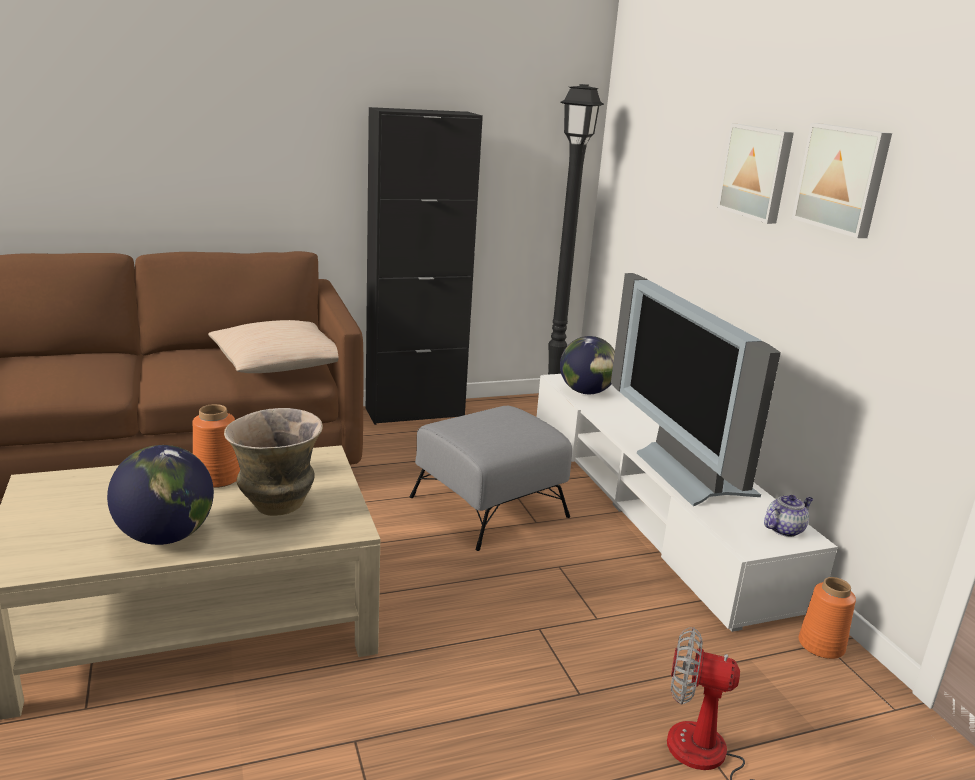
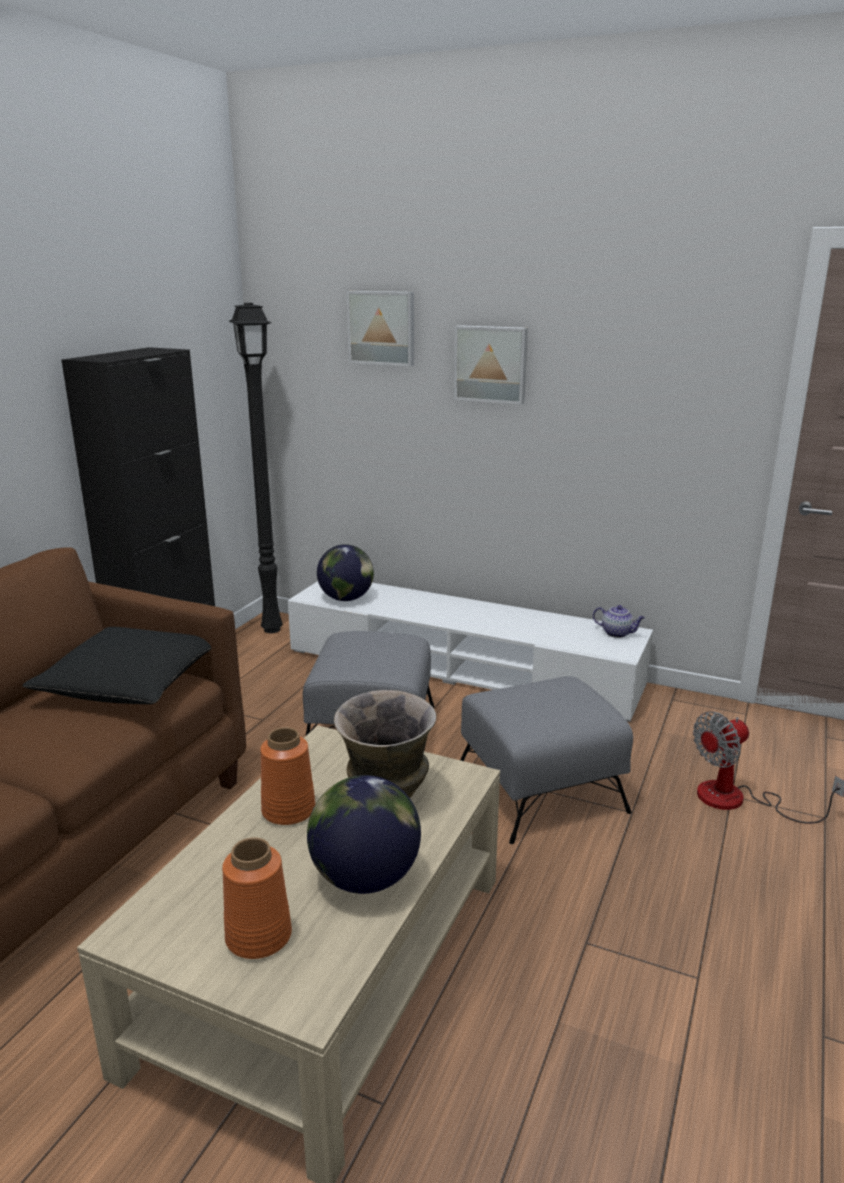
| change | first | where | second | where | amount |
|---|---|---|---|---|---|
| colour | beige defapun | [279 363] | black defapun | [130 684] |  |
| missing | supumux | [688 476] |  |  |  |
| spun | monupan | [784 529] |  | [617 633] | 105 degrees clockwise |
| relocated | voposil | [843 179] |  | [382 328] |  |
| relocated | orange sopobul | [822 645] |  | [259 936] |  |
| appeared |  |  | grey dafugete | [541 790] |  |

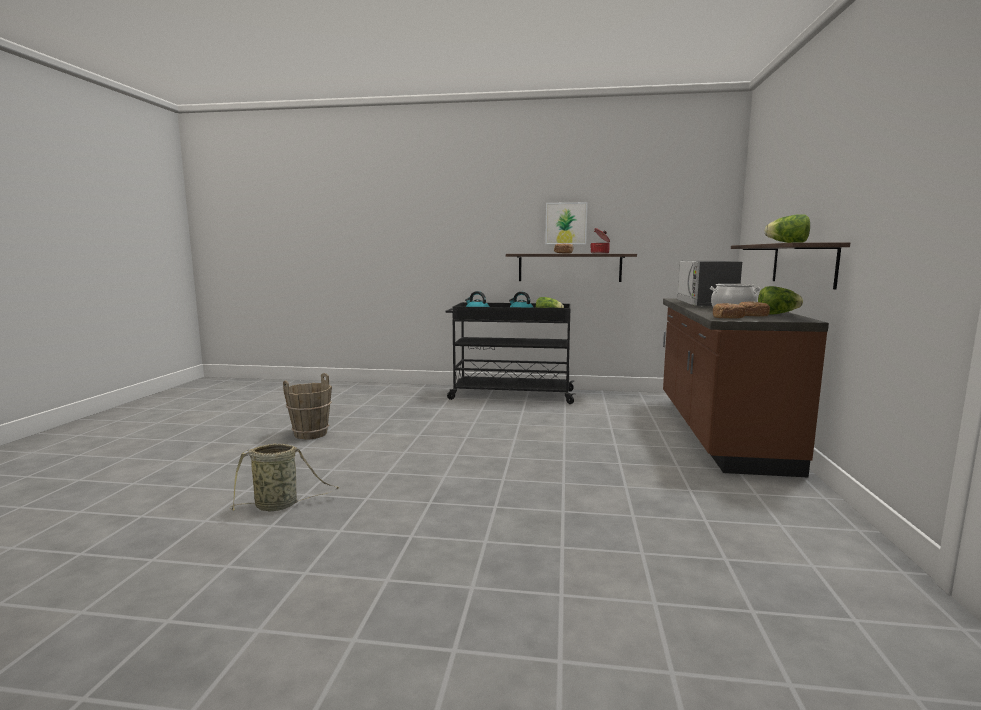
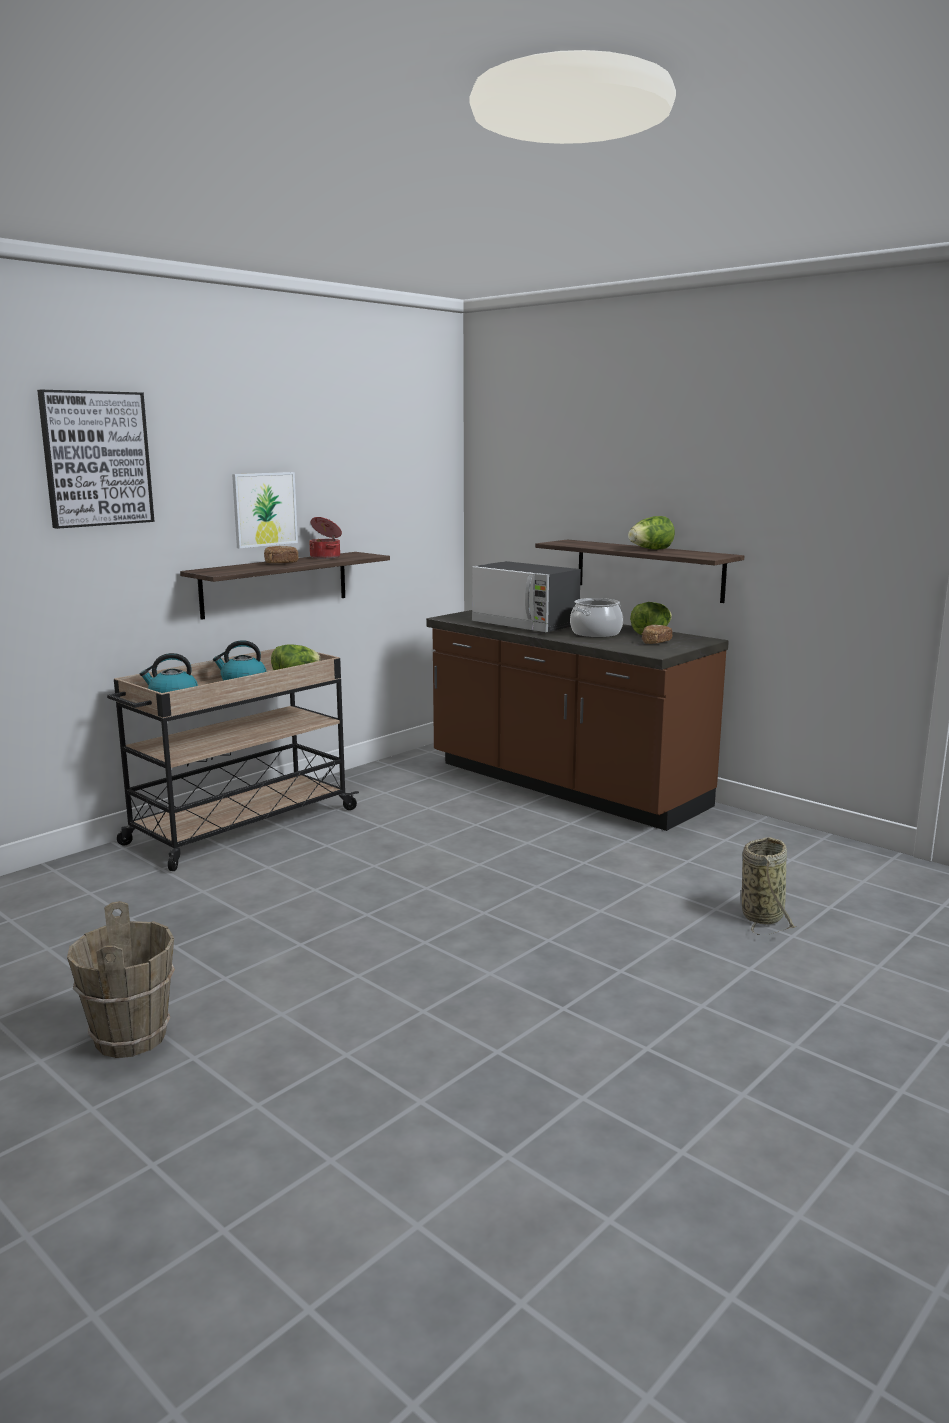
| change | first | where | second | where | amount |
|---|---|---|---|---|---|
| relocated | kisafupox | [279 505] |  | [762 915] |  |
| colour | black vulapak | [510 395] | beige vulapak | [239 827] |  |
| missing | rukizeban | [728 318] |  |  |  |
| appeared |  |  | voposil | [96 459] |  |

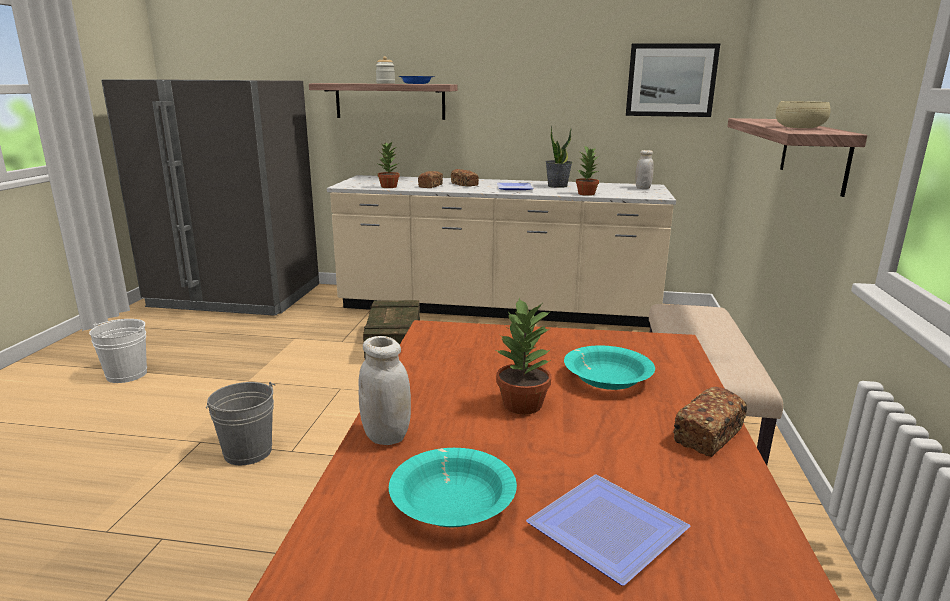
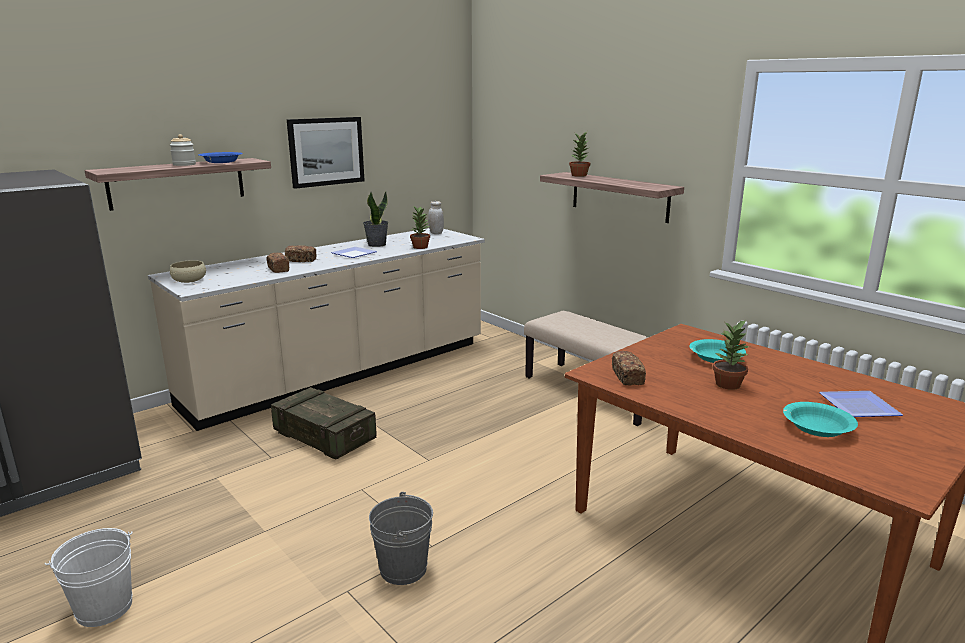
| change | first | where | second | where | amount |
|---|---|---|---|---|---|
| missing | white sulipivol | [386 436] |  |  |  |
| relocated | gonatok | [388 187] |  | [579 175] |  |
| relocated | voposil | [671 80] |  | [326 151] |  |
| relocated | rukizeban | [708 436] |  | [627 377] |  |
| relocated | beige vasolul | [799 127] |  | [189 280] |  |

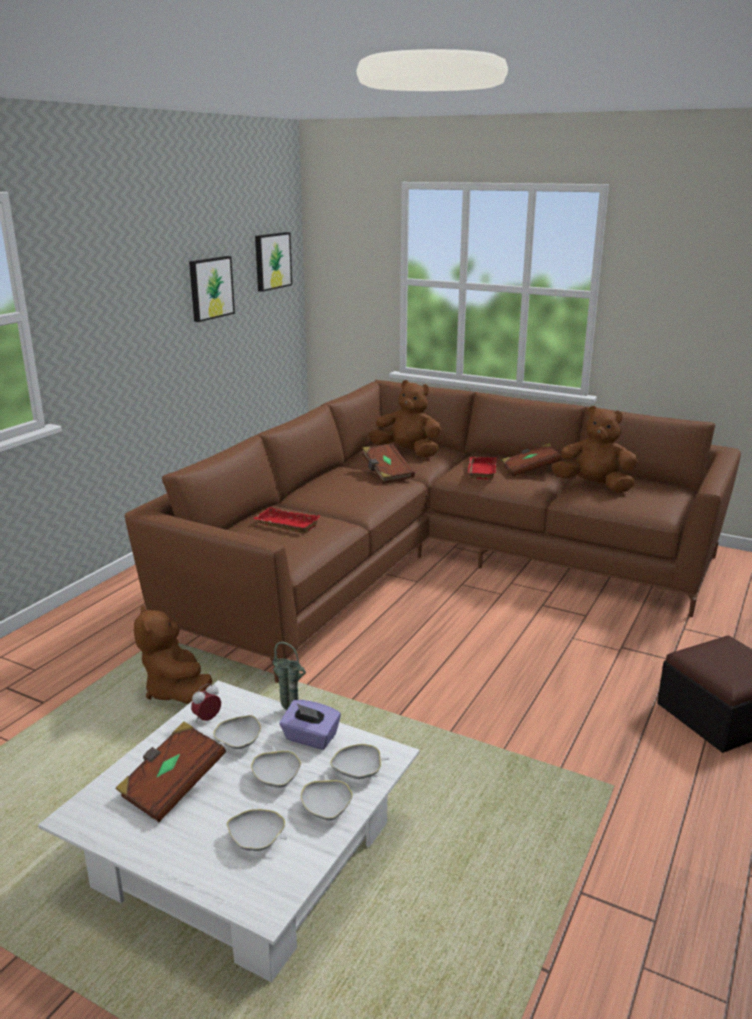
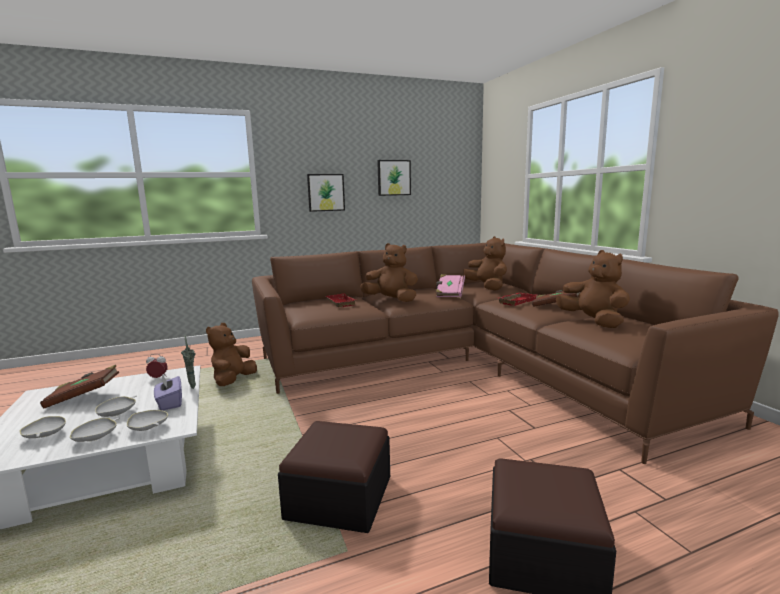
| change | first | where | second | where | amount |
|---|---|---|---|---|---|
| missing | white vasolul | [238 742] |  |  |  |
| relocated | voposil | [272 261] |  | [325 192] |  |
| colour | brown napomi | [386 474] | pink napomi | [449 293] |  |
| appeared |  |  | dafugete | [339 497] |  |
| appeared |  |  | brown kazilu | [391 300] |  |

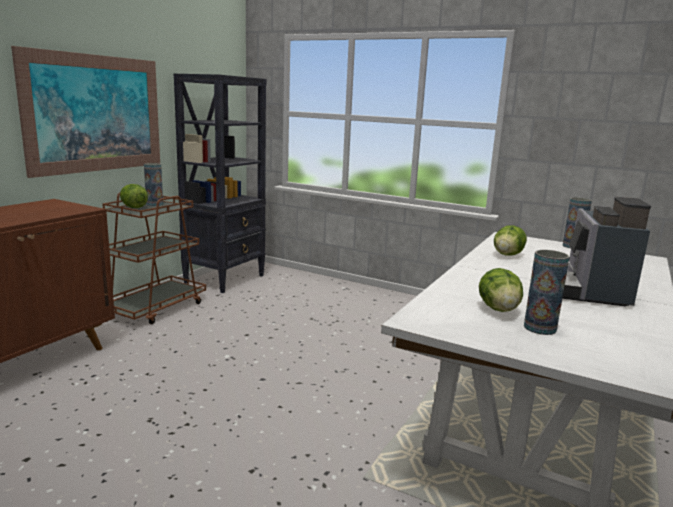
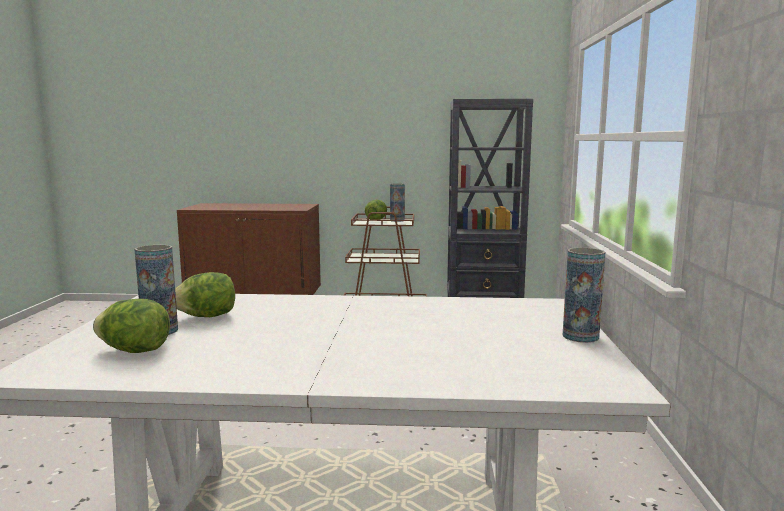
| change | first | where | second | where | amount |
|---|---|---|---|---|---|
| missing | voposil | [96 113] |  |  |  |
| relocated | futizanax | [507 255] |  | [135 351] |  |
| missing | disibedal | [591 292] |  |  |  |

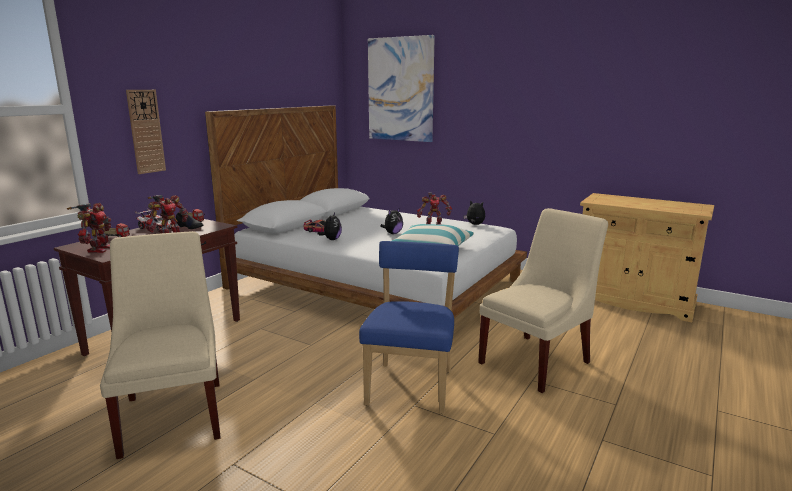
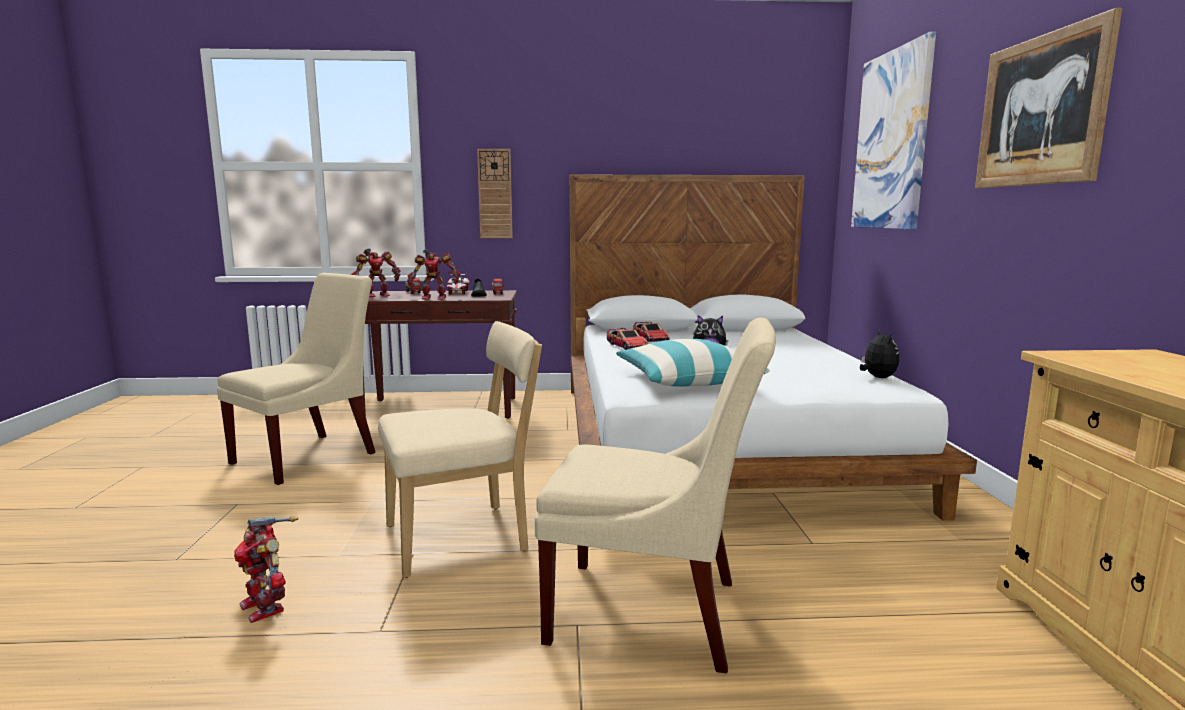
| change | first | where | second | where | amount |
|---|---|---|---|---|---|
| exchanged | kazilu | [331 239] | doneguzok | [627 346] |  |
| colour | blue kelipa | [411 384] | beige kelipa | [463 537] |  |
| relocated | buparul | [433 225] |  | [266 606] |  |
| appeared |  |  | voposil | [1040 111] |  |

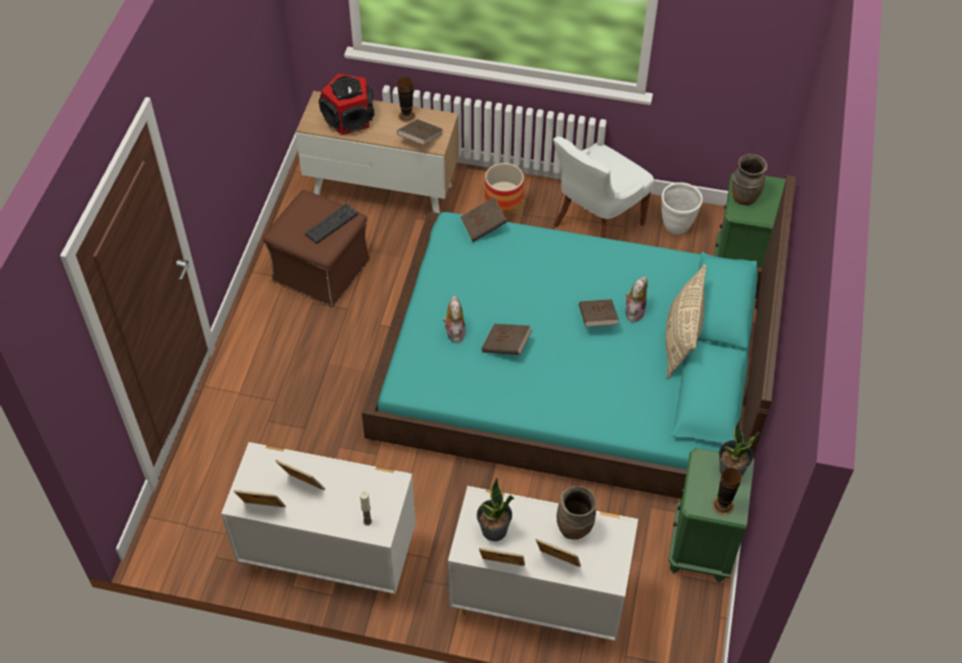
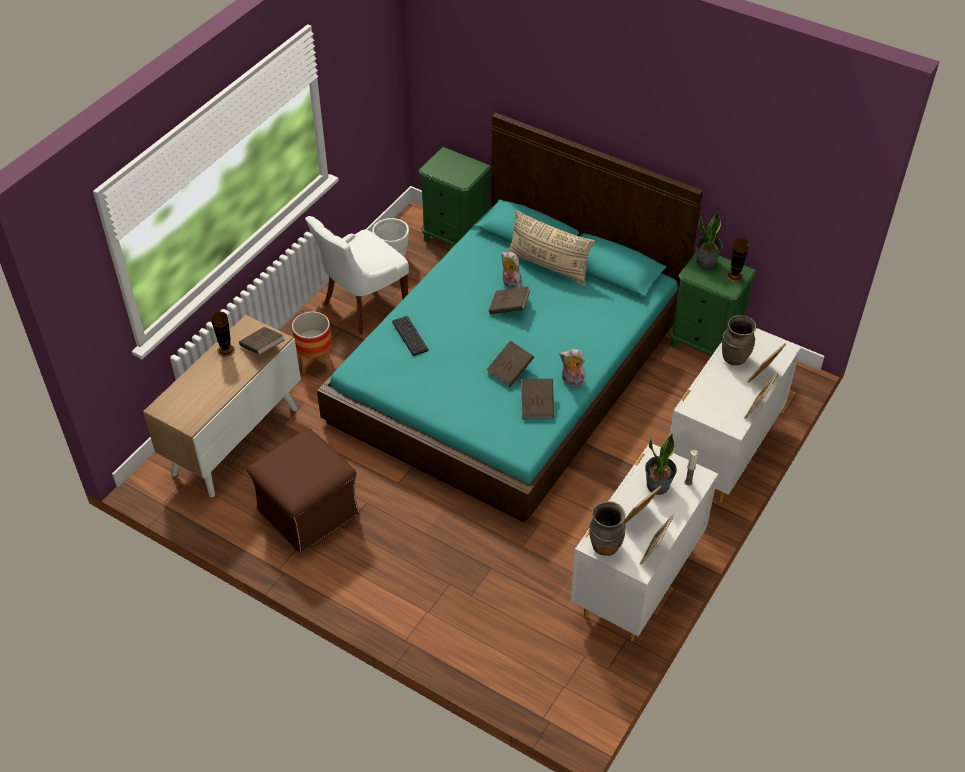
| change | first | where | second | where | amount |
|---|---|---|---|---|---|
| relocated | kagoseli | [331 224] |  | [410 336] |  |
| missing | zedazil | [349 118] |  |  |  |
| relocated | kazilu | [454 332] |  | [572 382] |  |
| relocated | brown napomi | [483 227] |  | [537 405] |  |
| relocated | gonatok | [494 530] |  | [658 486] |  |
| spun | white kelipa | [596 225] |  | [363 306] | 75 degrees clockwise |
| relocated | brown sopobul | [744 197] |  | [604 546] |  |

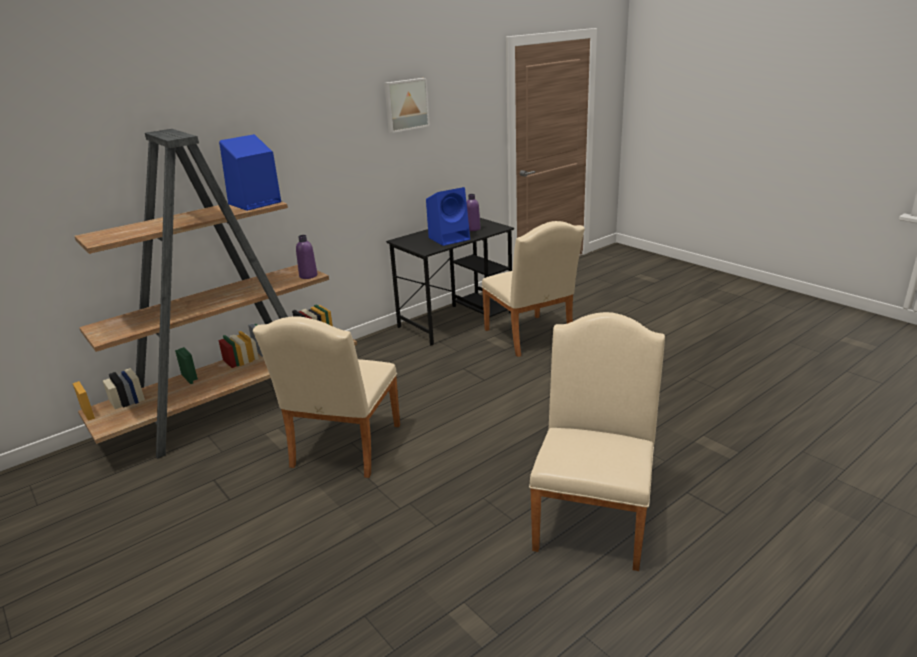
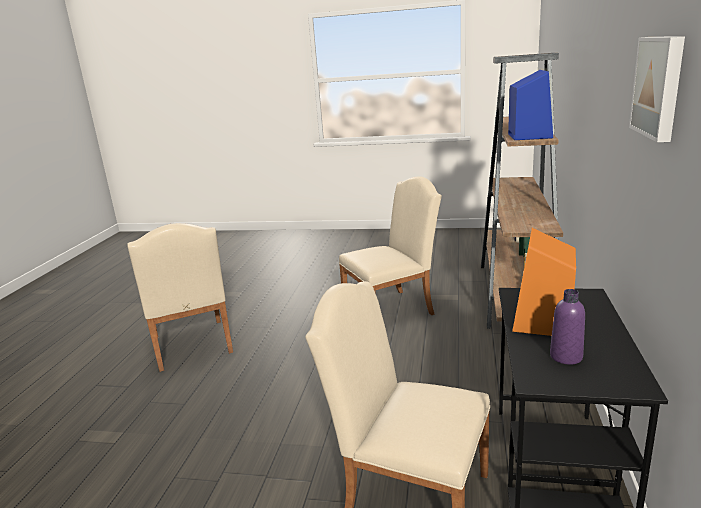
| change | first | where | second | where | amount |
|---|---|---|---|---|---|
| spun | beige kelipa | [343 450] |  | [393 309] | 90 degrees clockwise |
| missing | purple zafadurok | [308 276] |  |  |  |
| colour | blue zedazil | [450 238] | orange zedazil | [542 322] |  |

